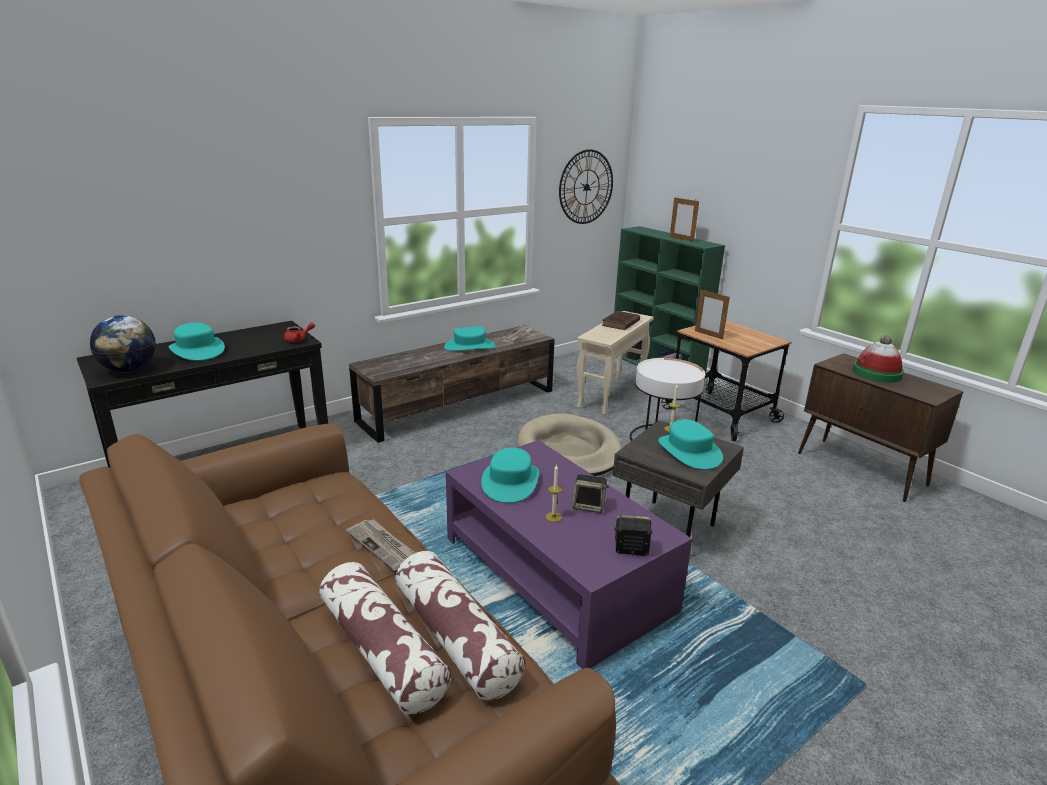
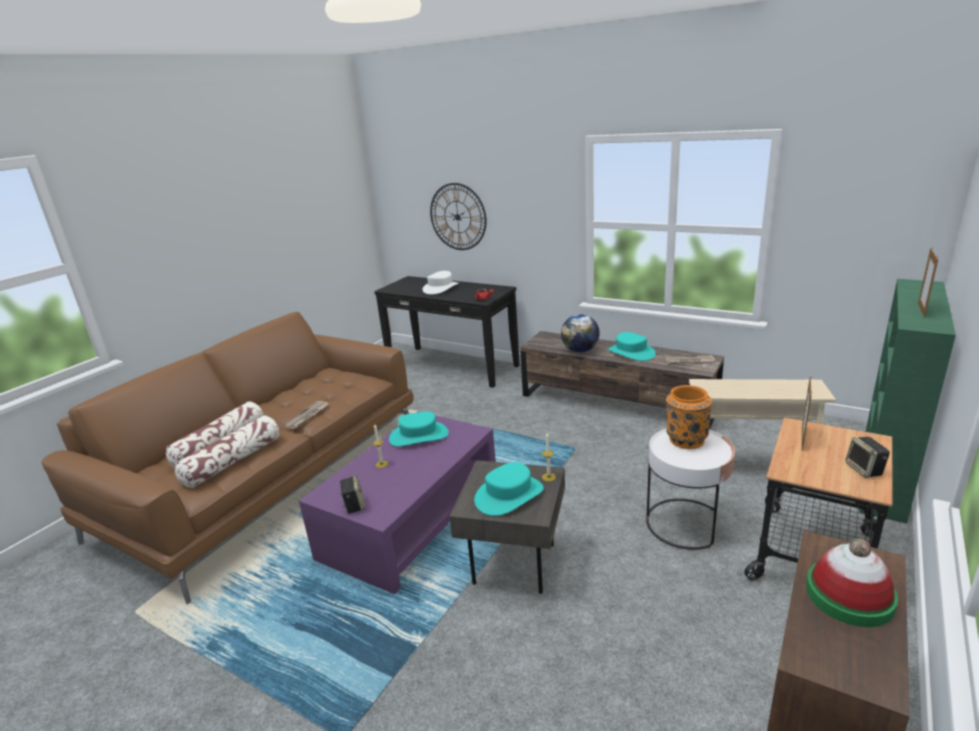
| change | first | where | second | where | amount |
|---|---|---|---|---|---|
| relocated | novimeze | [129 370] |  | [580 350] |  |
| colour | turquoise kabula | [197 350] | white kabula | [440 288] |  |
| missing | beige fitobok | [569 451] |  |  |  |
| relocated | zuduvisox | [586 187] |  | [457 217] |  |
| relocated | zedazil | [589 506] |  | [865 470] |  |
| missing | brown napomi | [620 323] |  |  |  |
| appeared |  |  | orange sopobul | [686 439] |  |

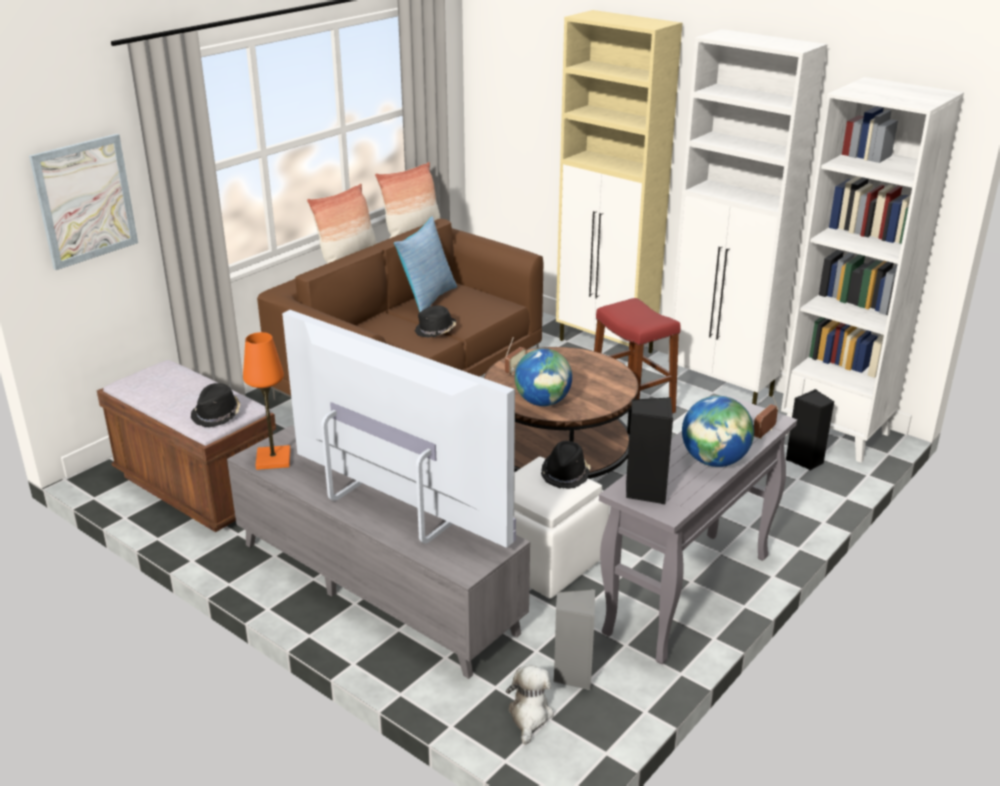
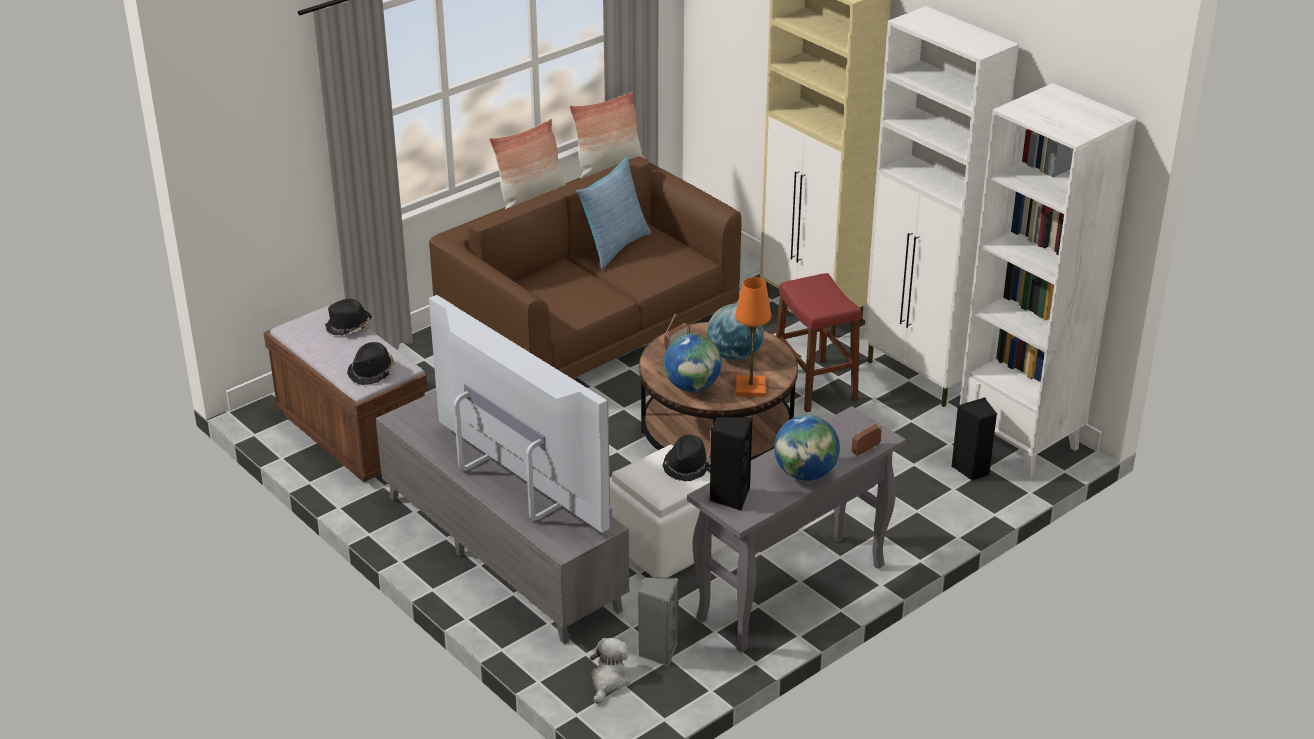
| change | first | where | second | where | amount |
|---|---|---|---|---|---|
| missing | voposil | [85 201] |  |  |  |
| relocated | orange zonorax | [273 459] |  | [750 388] |  |
| relocated | black kabula | [435 331] |  | [348 326] |  |
| appeared |  |  | novimeze | [734 355] |  |

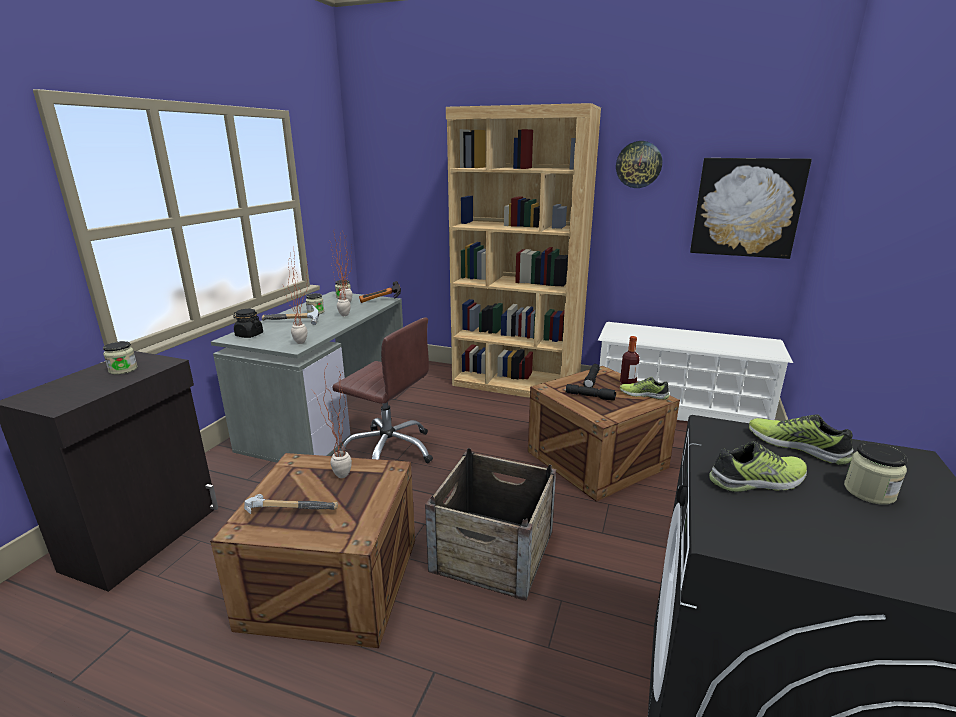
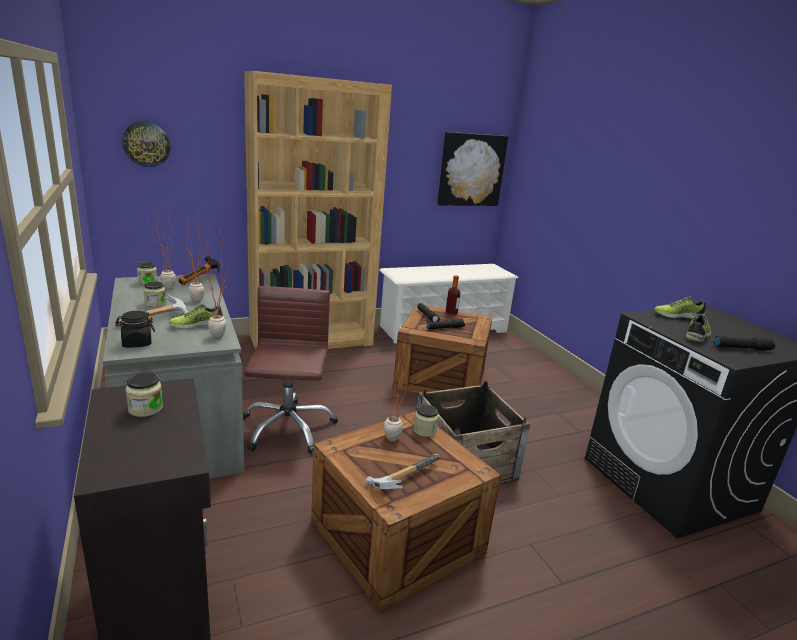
| change | first | where | second | where | amount |
|---|---|---|---|---|---|
| spun | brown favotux | [389 450] |  | [287 427] | 75 degrees counterclockwise |
| relocated | zuduvisox | [638 164] |  | [146 144] |  |
| relocated | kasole | [643 394] |  | [197 325] |  |
| relocated | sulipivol | [869 492] |  | [425 430] |  |
| appeared |  |  | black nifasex | [742 348] |  |

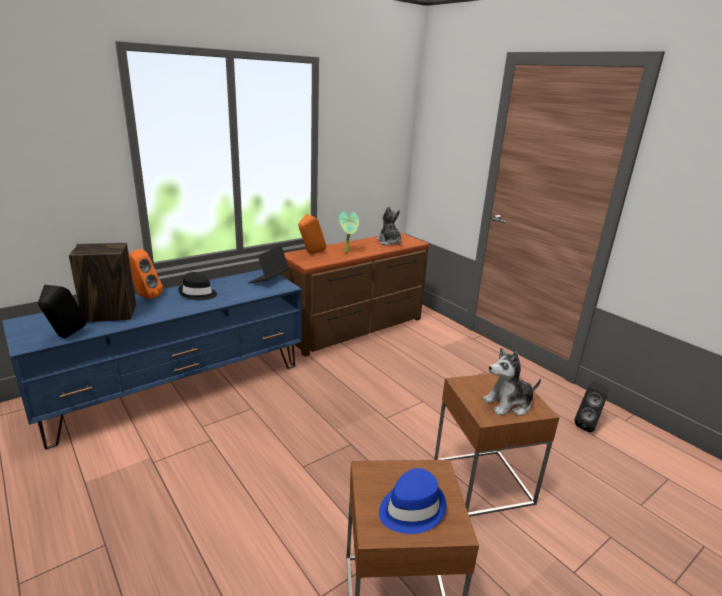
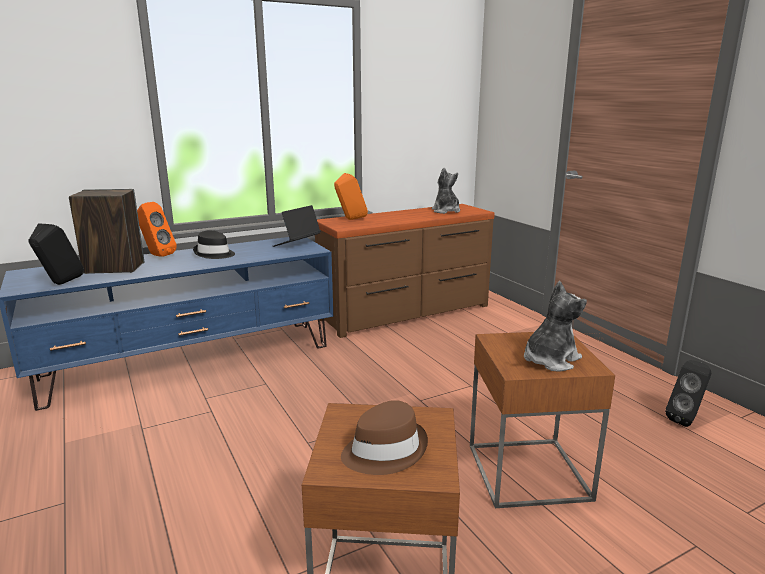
| change | first | where | second | where | amount |
|---|---|---|---|---|---|
| missing | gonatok | [347 252] |  |  |  |
| colour | blue kabula | [411 508] | brown kabula | [384 450] |  |
| spun | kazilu | [508 404] |  | [550 360] | 150 degrees clockwise |

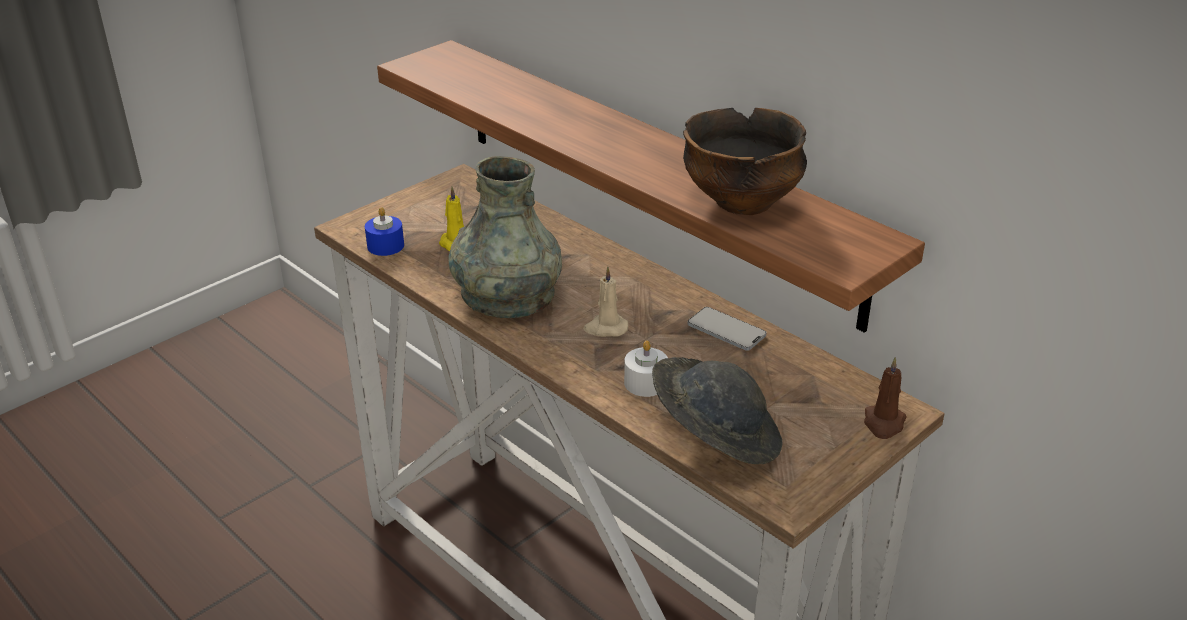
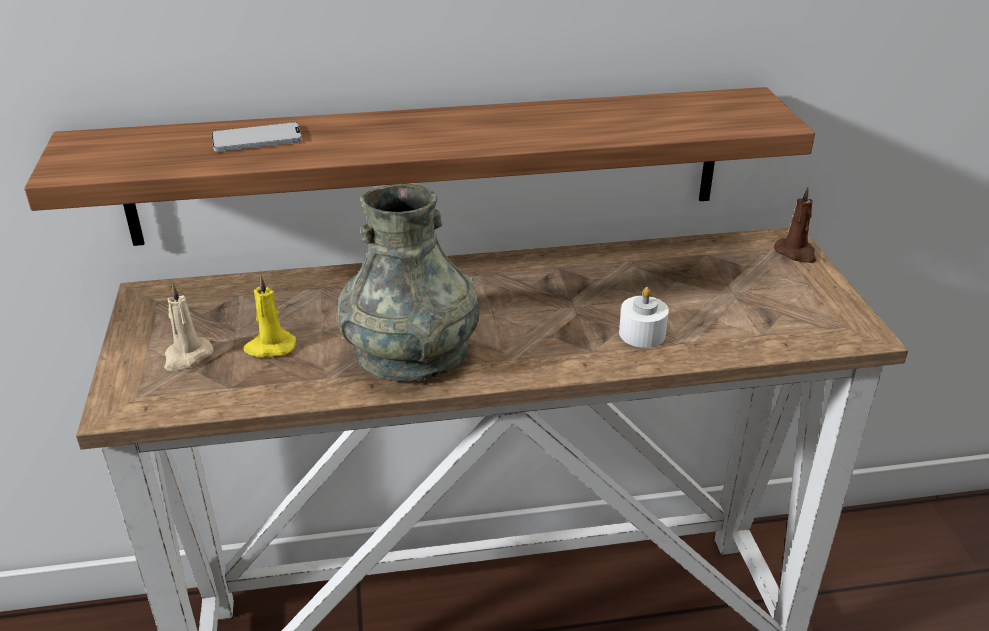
| change | first | where | second | where | amount |
|---|---|---|---|---|---|
| missing | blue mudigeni | [385 246] |  |  |  |
| relocated | beige mudigeni | [605 328] |  | [187 356] |  |
| missing | grey kabula | [714 435] |  |  |  |
| missing | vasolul | [742 201] |  |  |  |
| relocated | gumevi | [726 330] |  | [257 139] |  |

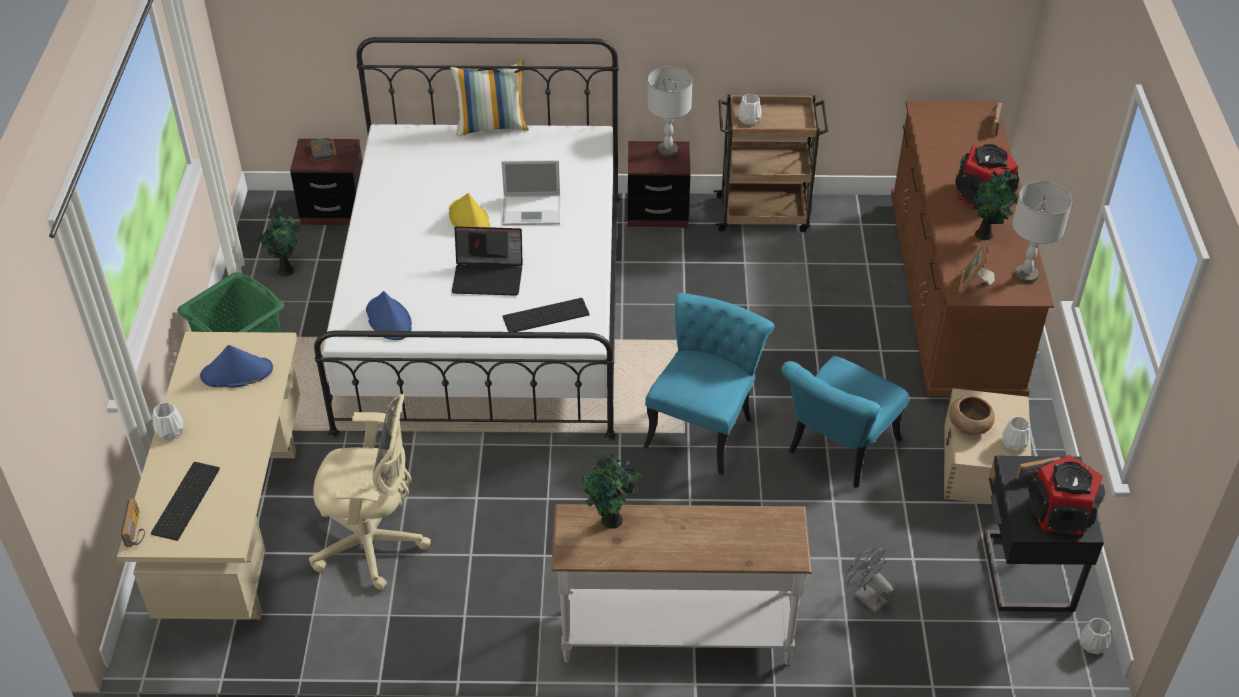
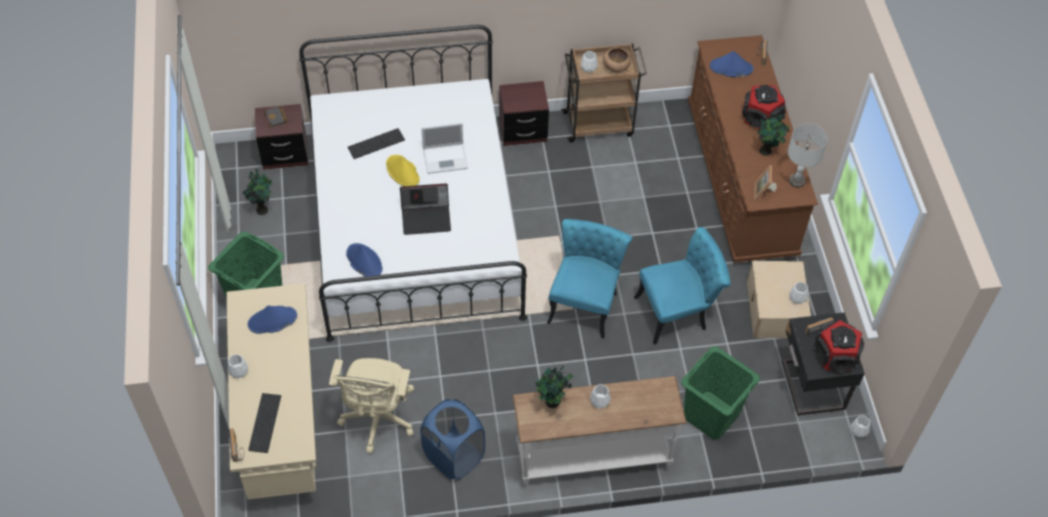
| change | first | where | second | where | amount |
|---|---|---|---|---|---|
| spun | beige favotux | [373 544] |  | [378 419] | 105 degrees clockwise |
| missing | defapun | [492 126] |  |  |  |
| relocated | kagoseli | [546 314] |  | [376 143] |  |
| missing | grey zonorax | [668 150] |  |  |  |
| spun | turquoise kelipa | [837 453] |  | [678 312] | 135 degrees counterclockwise |
| exchanged | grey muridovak | [865 596] | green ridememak | [711 415] |  |
| relocated | brown vasolul | [969 425] |  | [616 66] |  |
| appeared |  |  | blue ridememak | [454 456] |  |
| appeared |  |  | white sopobul | [600 401] |  |
| appeared |  |  | blue kabula | [731 68] |  |

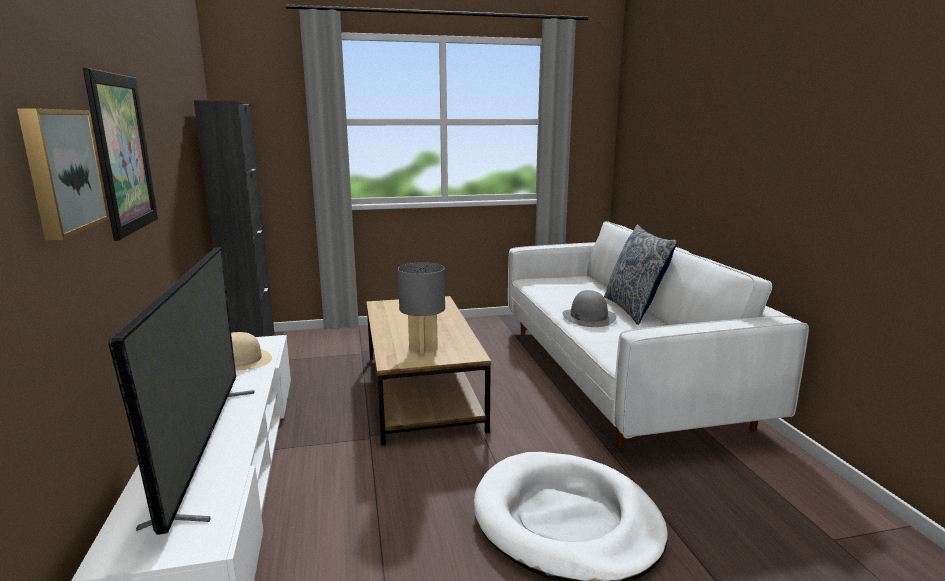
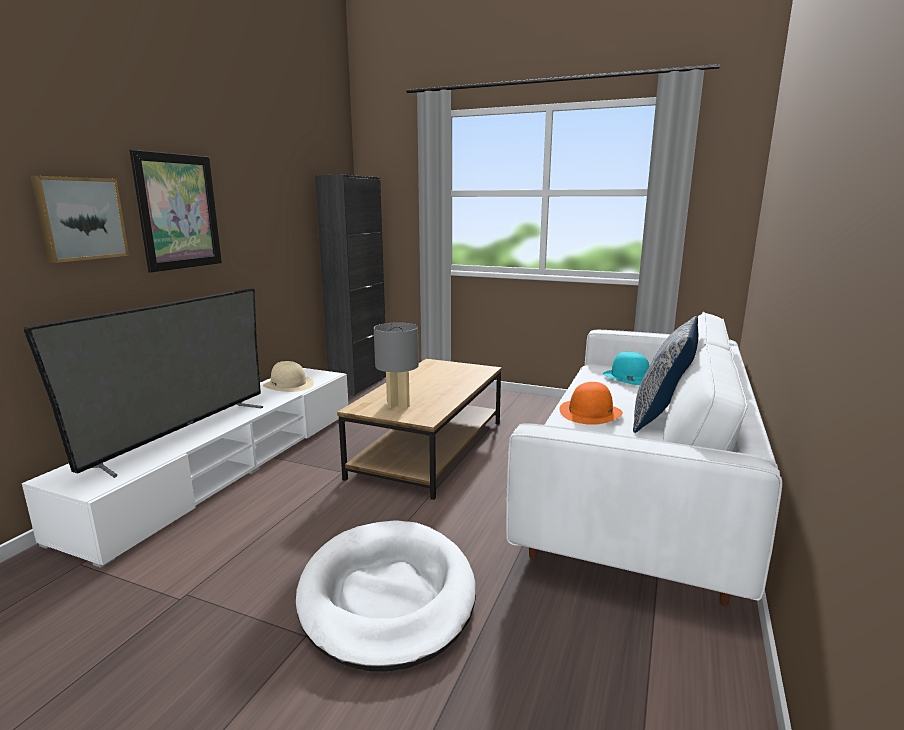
| change | first | where | second | where | amount |
|---|---|---|---|---|---|
| colour | grey kabula | [588 317] | orange kabula | [590 412] |  |
| appeared |  |  | turquoise kabula | [629 377] |  |

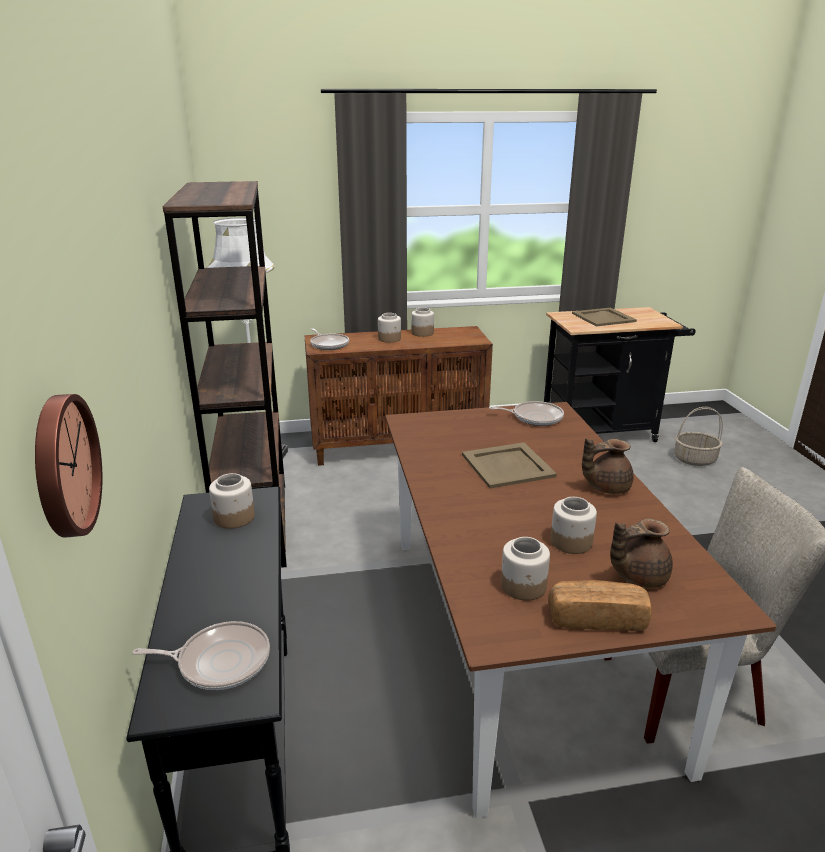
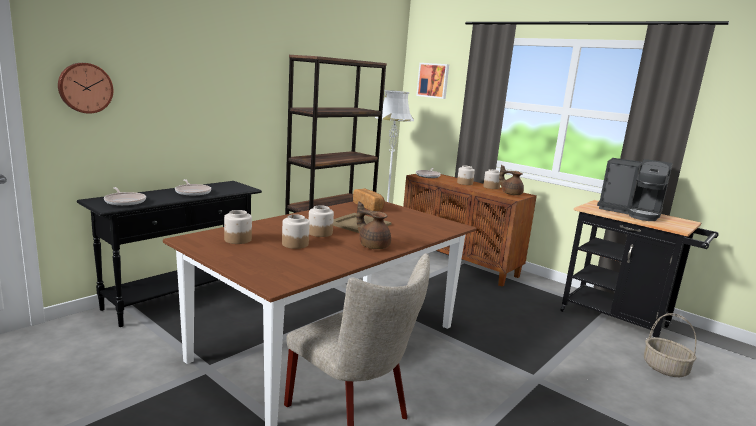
| change | first | where | second | where | amount |
|---|---|---|---|---|---|
| relocated | sulipivol | [234 518] |  | [320 233] |  |
| relocated | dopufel | [534 417] |  | [193 192] |  |
| relocated | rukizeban | [596 618] |  | [368 207] |  |
| exchanged | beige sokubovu | [603 317] | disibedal | [630 212] |  |
| relocated | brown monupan | [637 576] |  | [511 194] |  |
| appeared |  |  | voposil | [433 80] |  |

